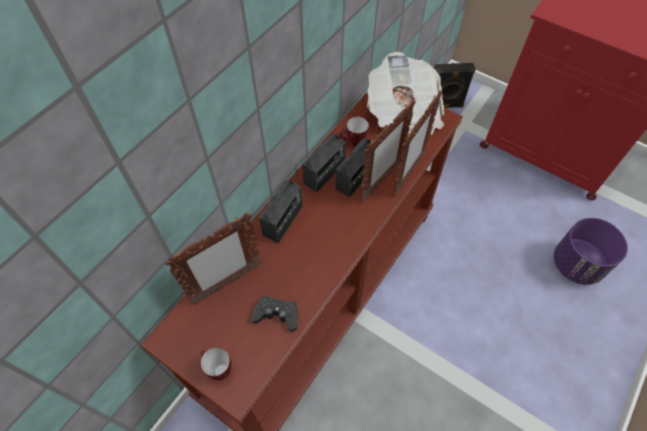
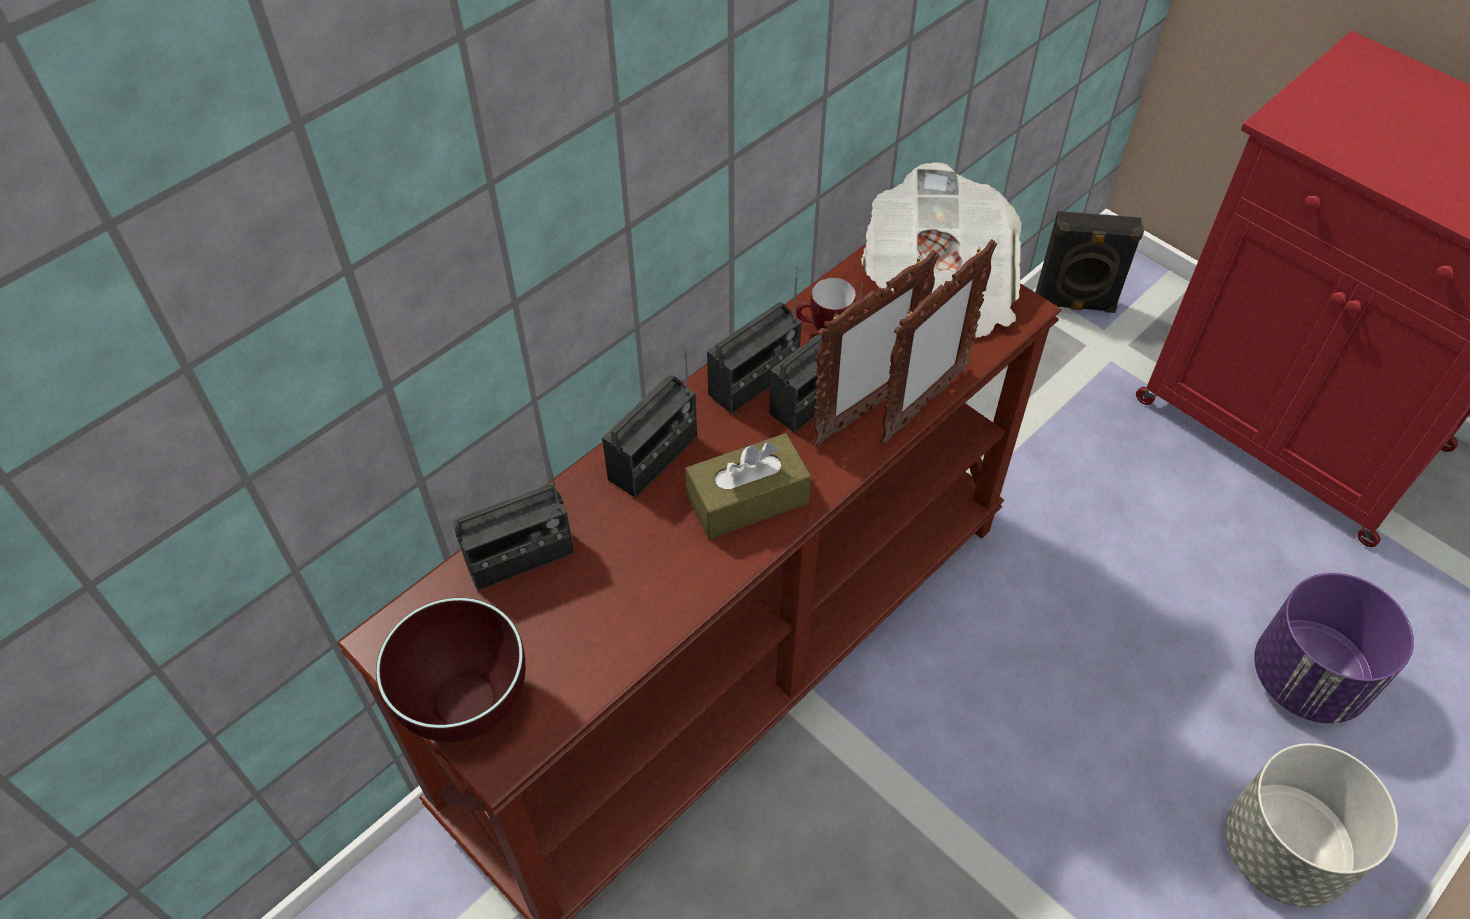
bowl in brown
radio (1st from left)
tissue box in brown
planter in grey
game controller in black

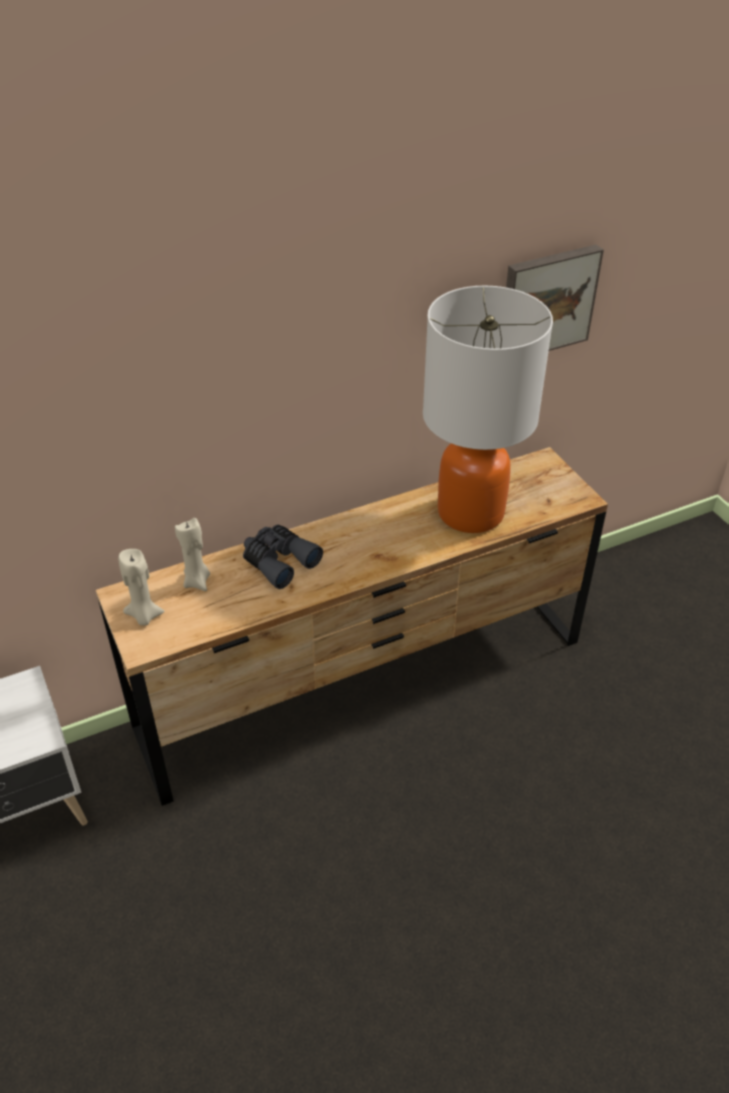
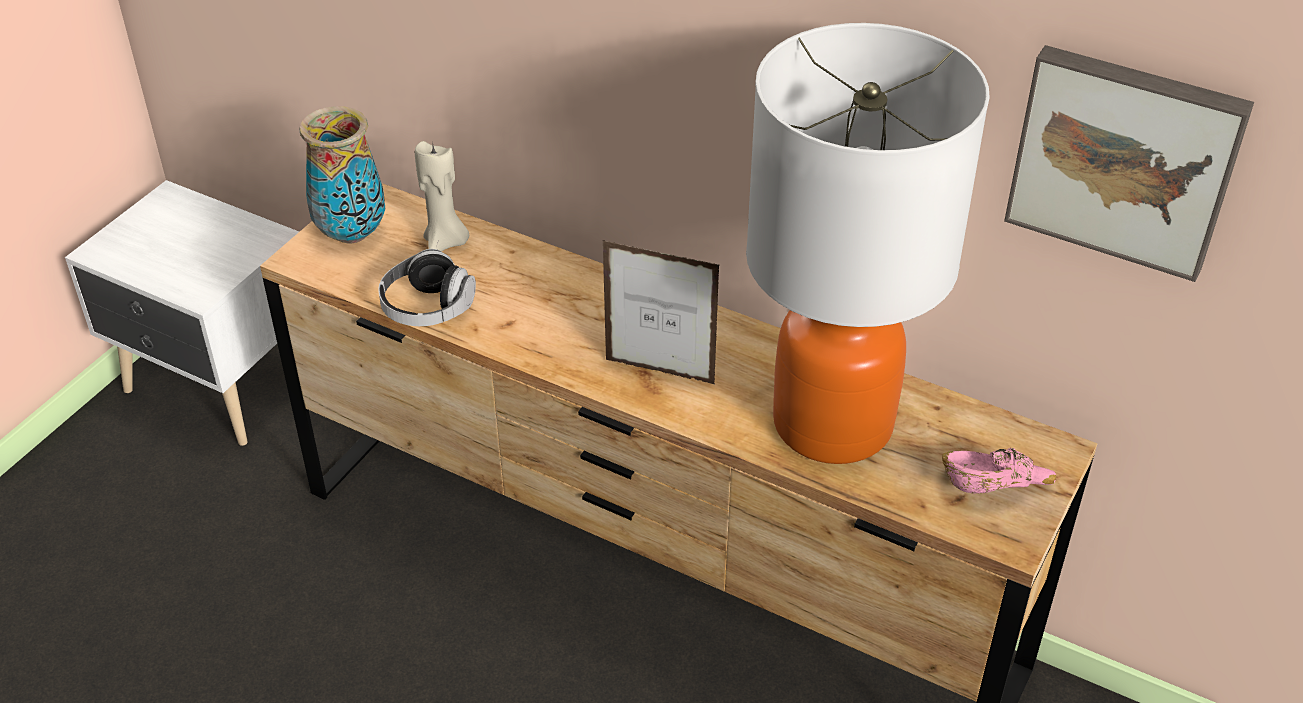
vase
headphones
picture frame
bowl in pink
binoculars in grey

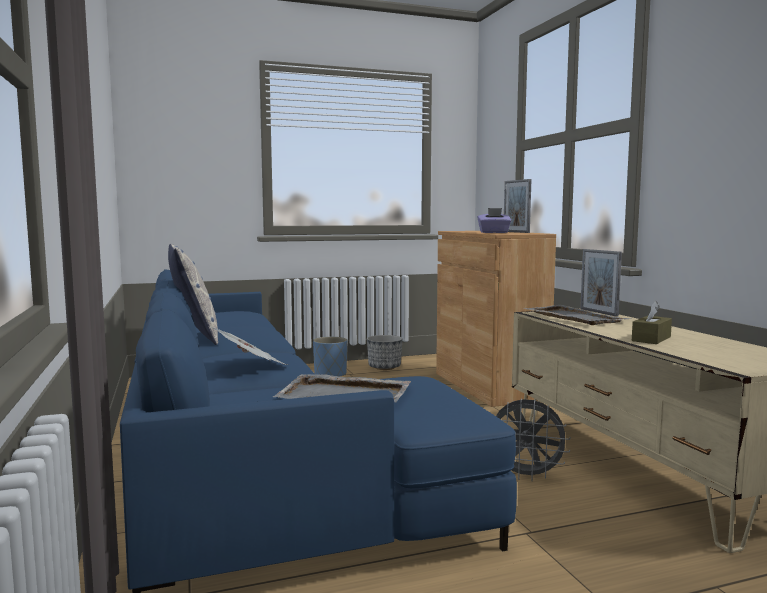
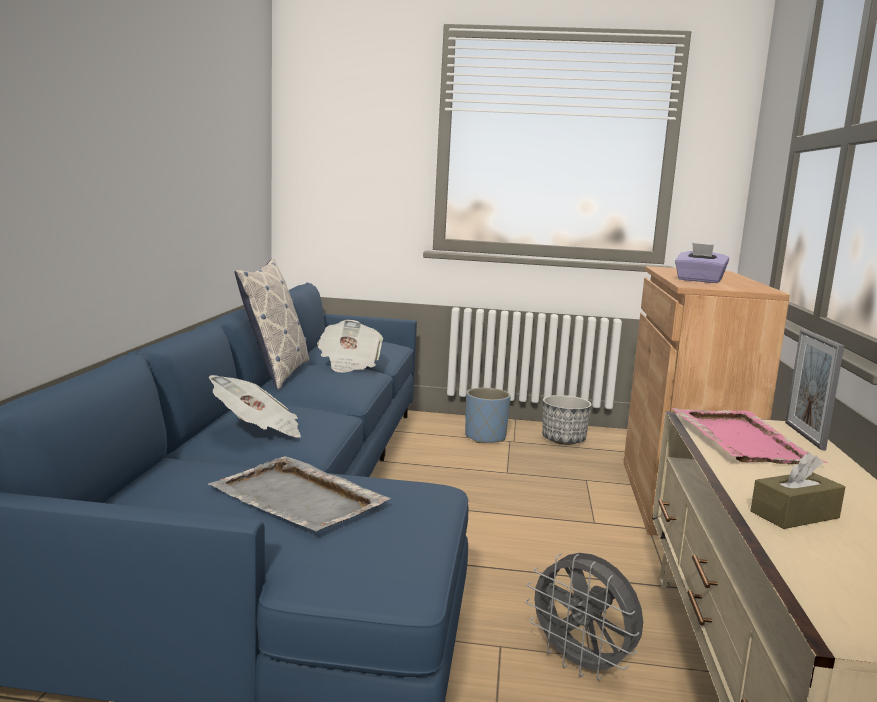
newspaper (2nd from left)
tray in pink
picture frame (1st from left in the first image)

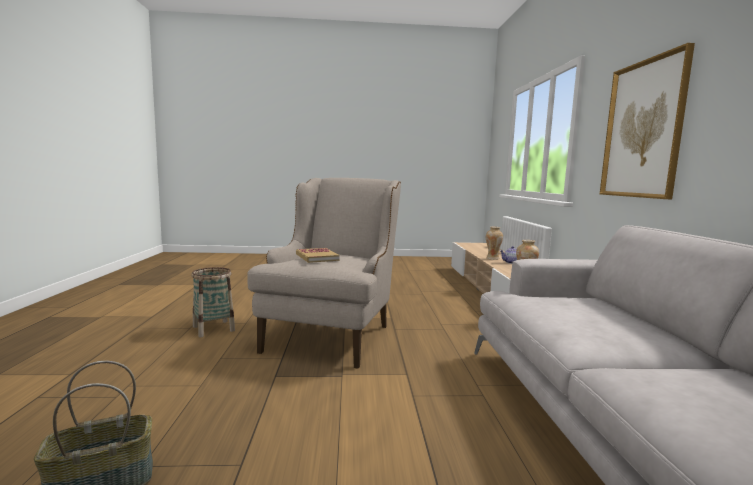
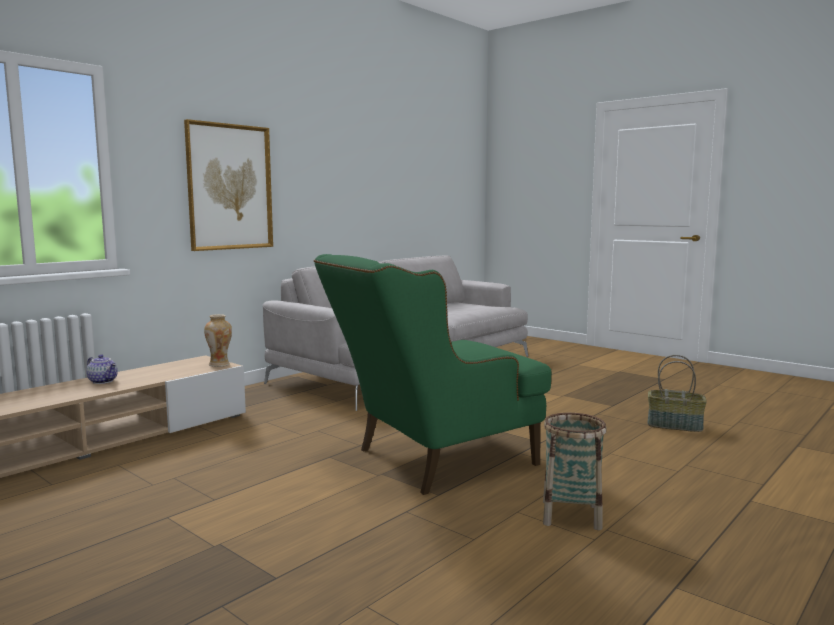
armchair in green
book
vase (1st from left in the first image)

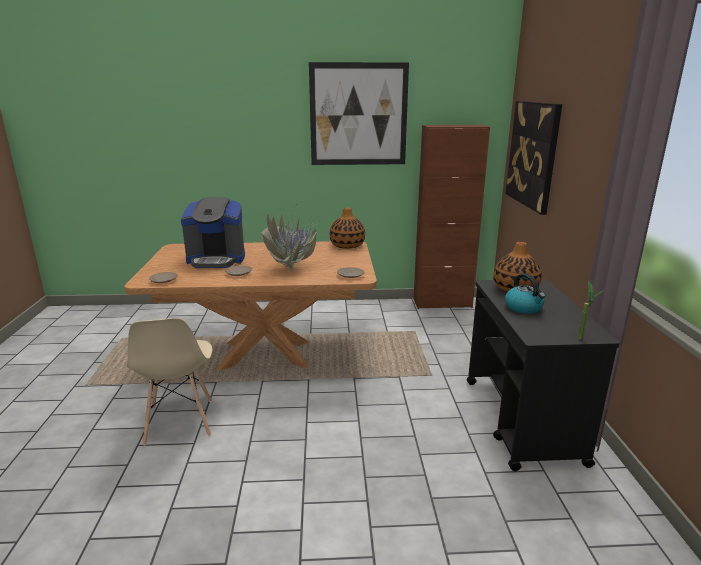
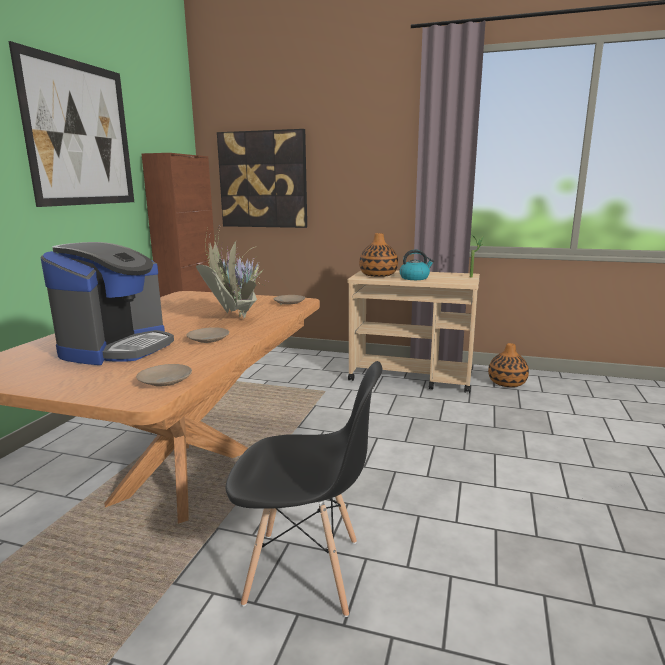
chair in black
cart in beige
vase (2nd from left)

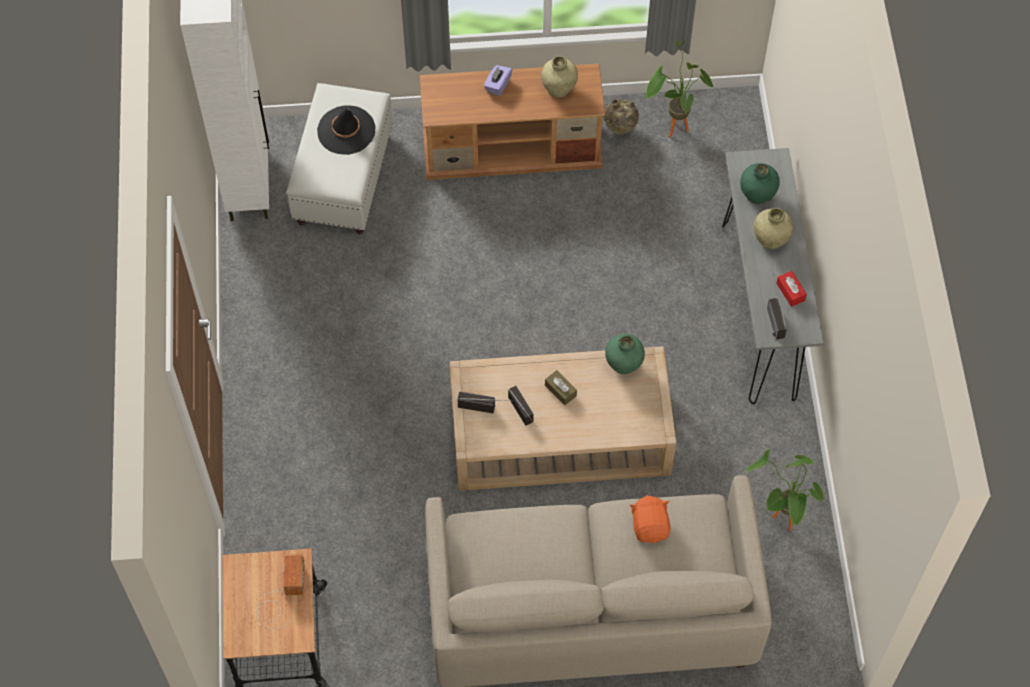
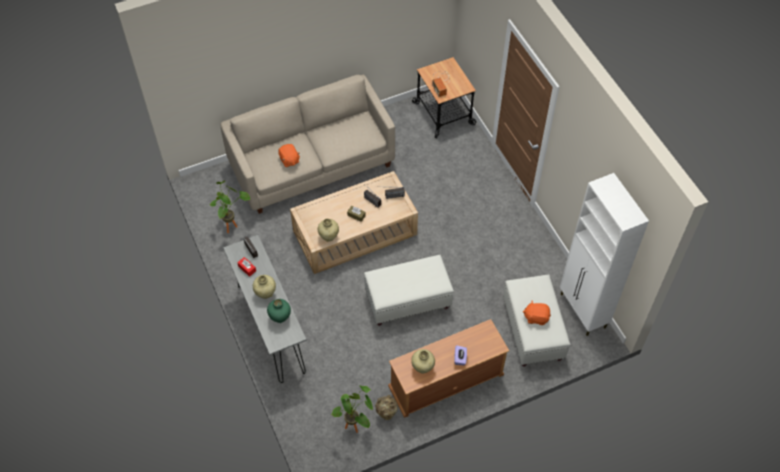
vase in beige (2nd from left)
ottoman in white (1st from left)
plush toy in orange (2nd from left)

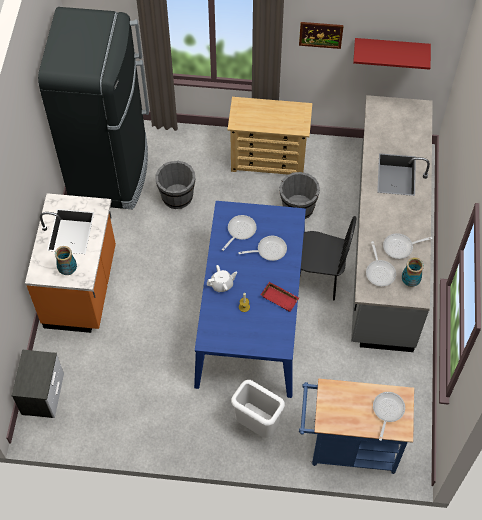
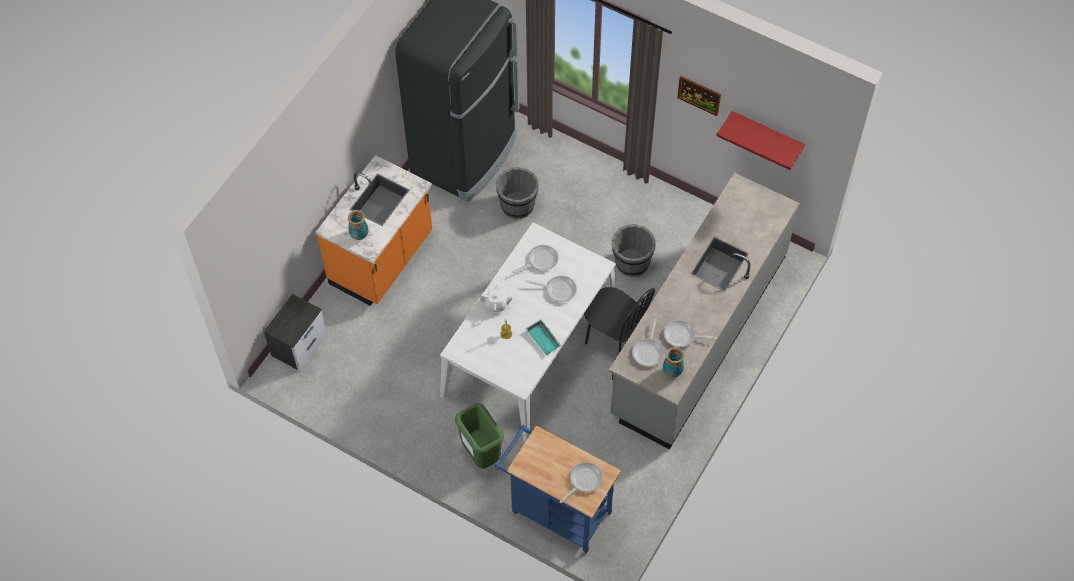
dining table in white
trash can in green
tray in turquoise
dresser in beige

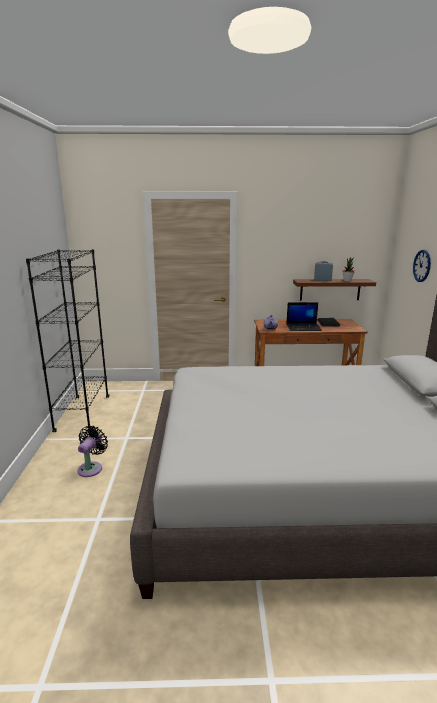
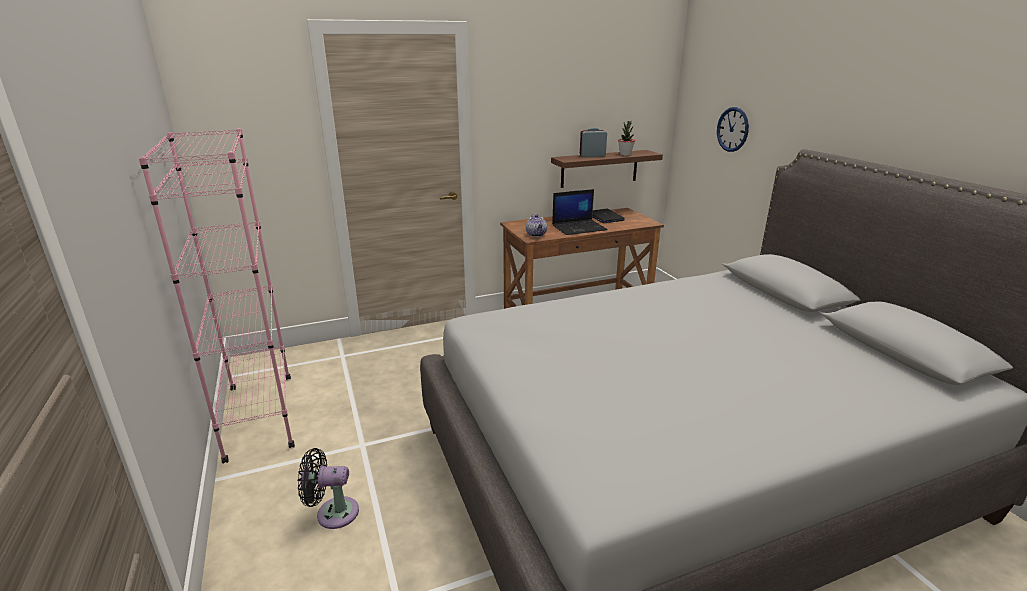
bookcase in pink
fan in black

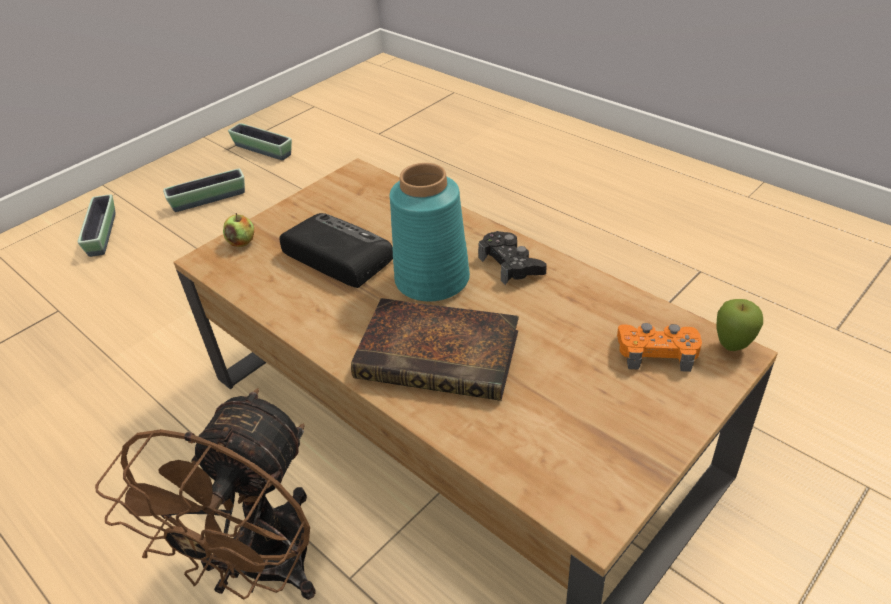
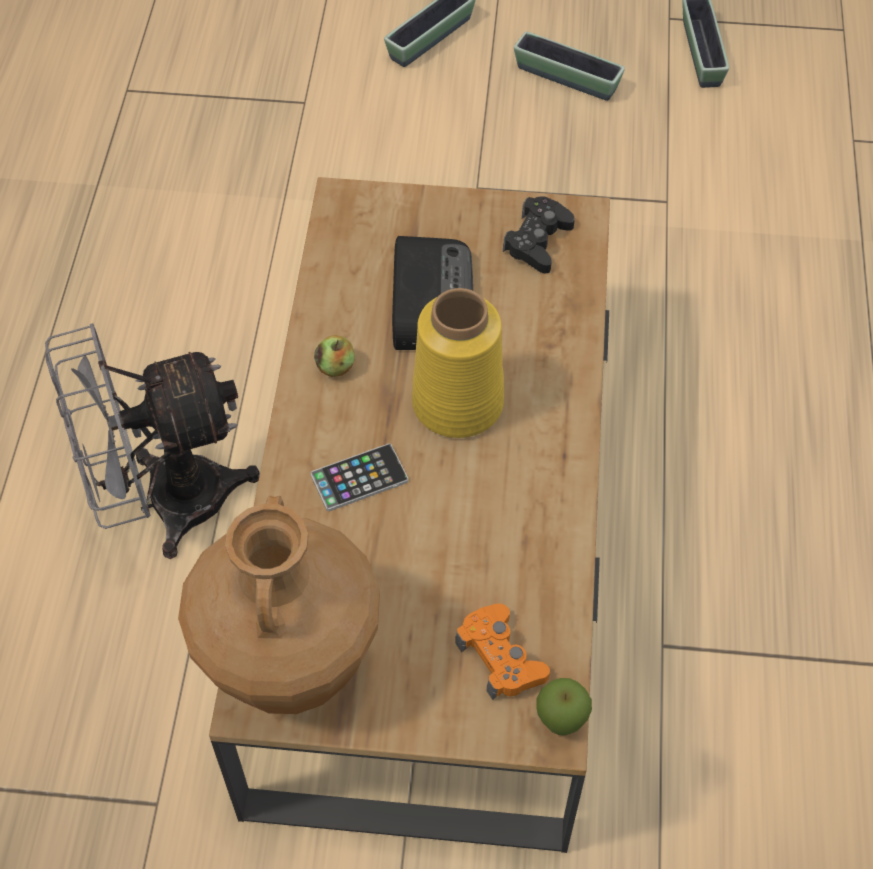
fan in grey
vase in brown
phone
apple (1st from left)
vase in yellow
game controller in black

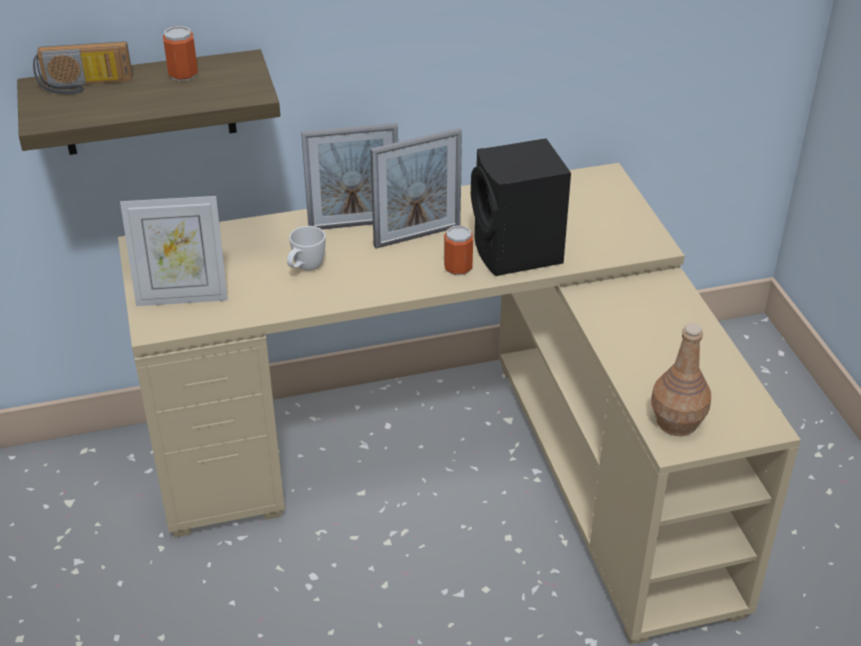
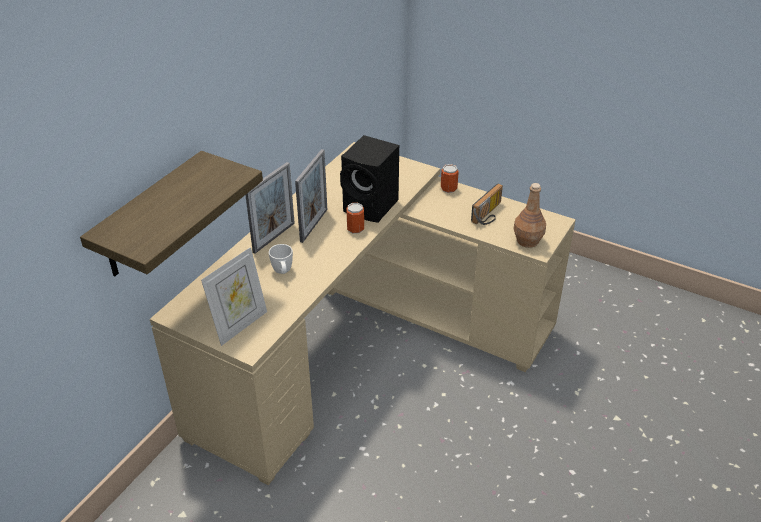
can (2nd from left)
radio

